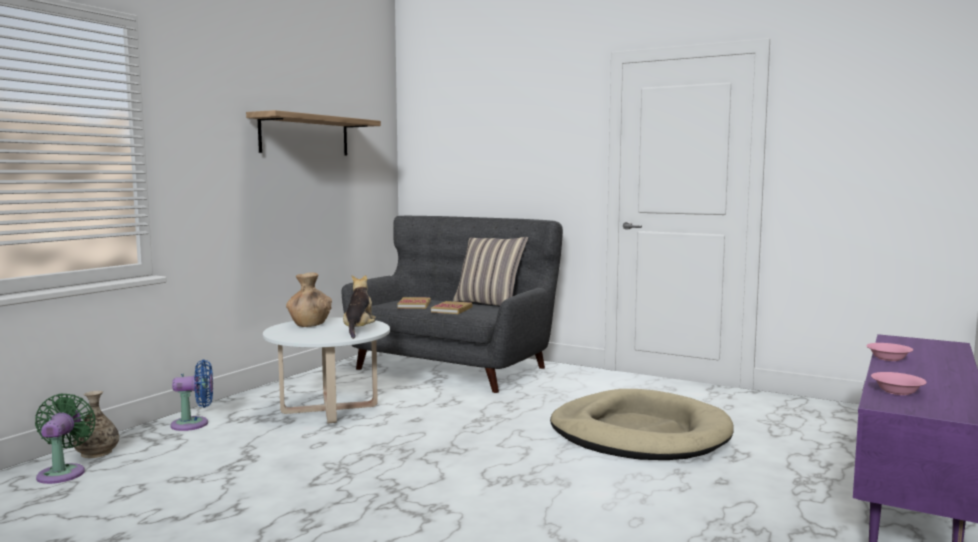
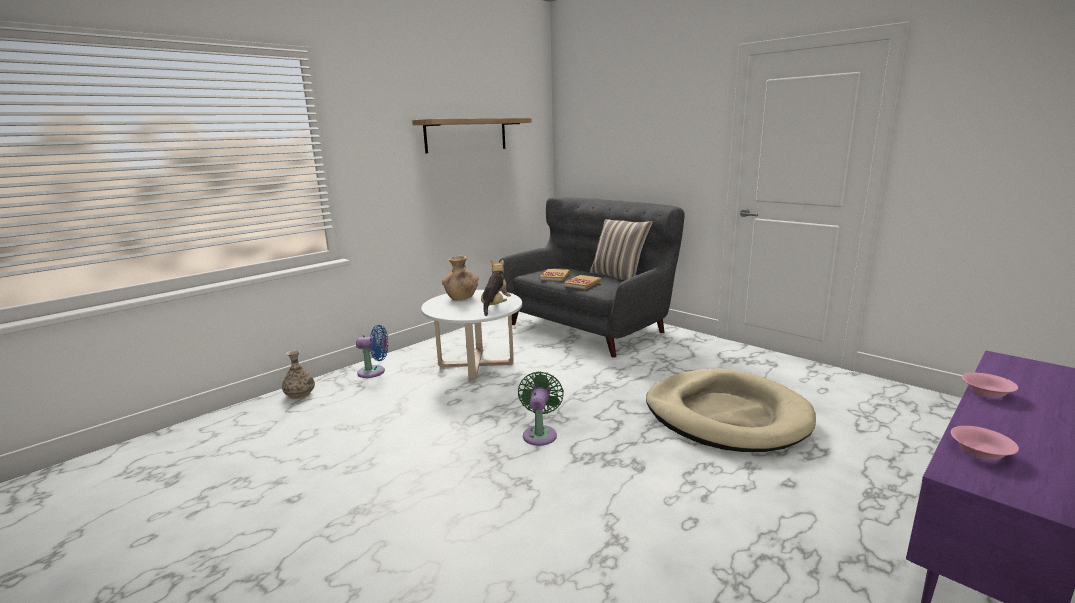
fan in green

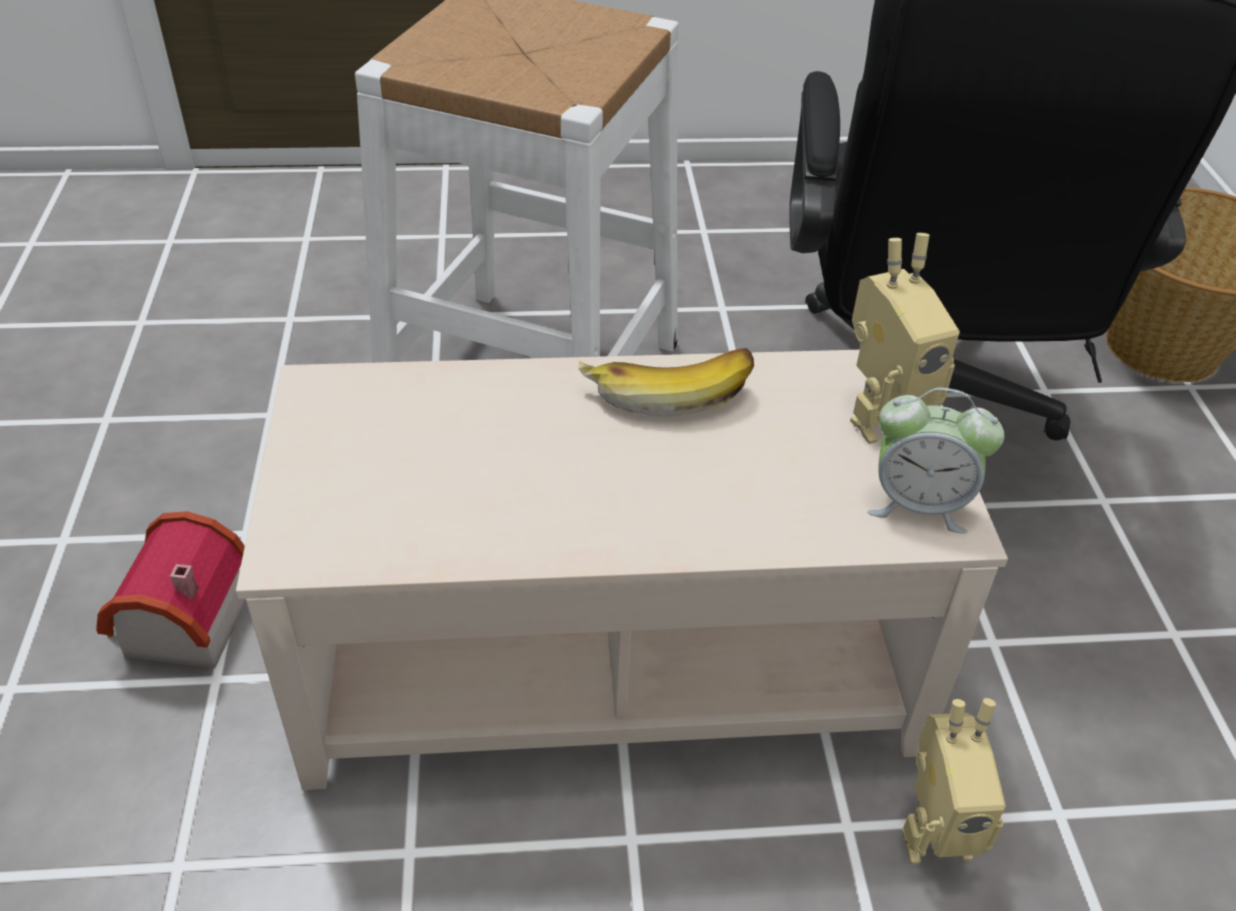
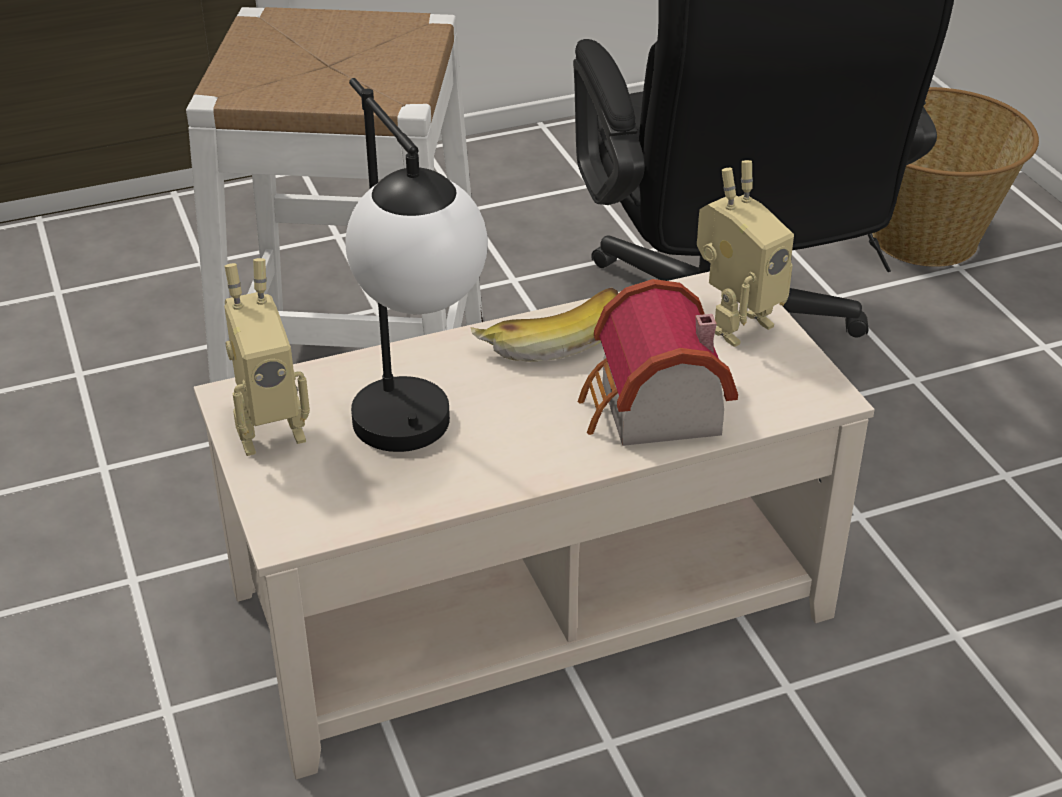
toy robot (1st from left)
table lamp
toy house
alarm clock

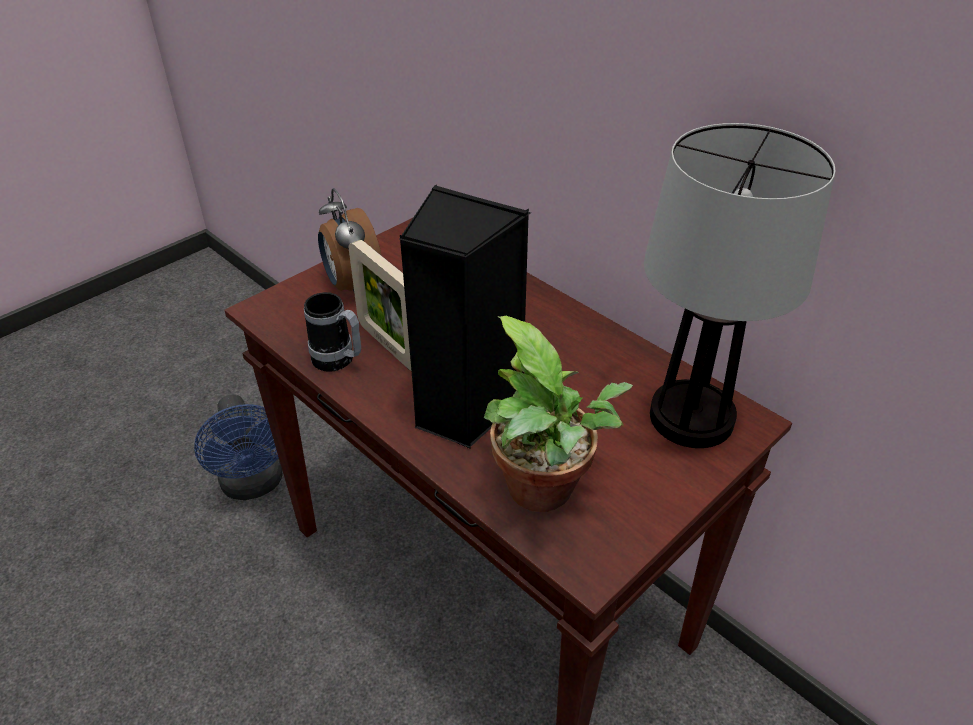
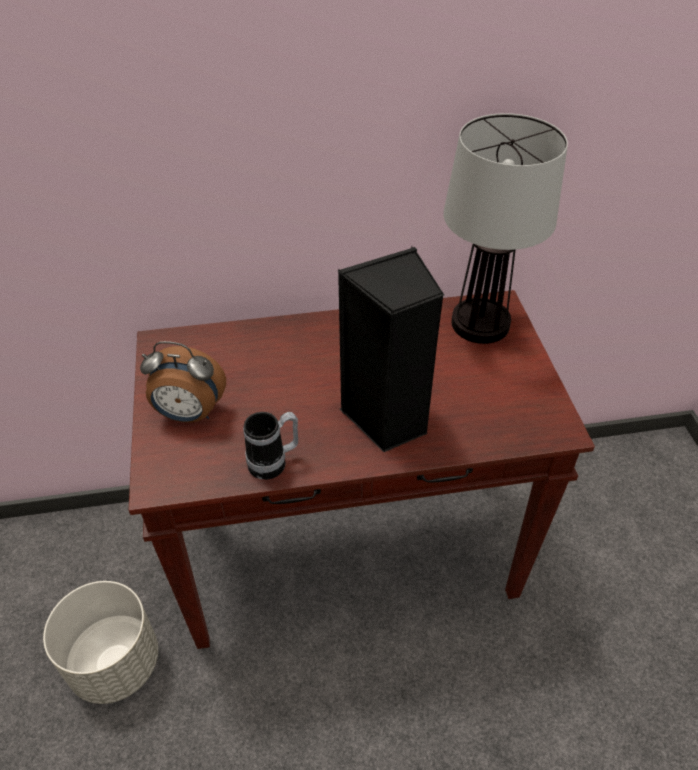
planter in grey
picture frame
potted plant

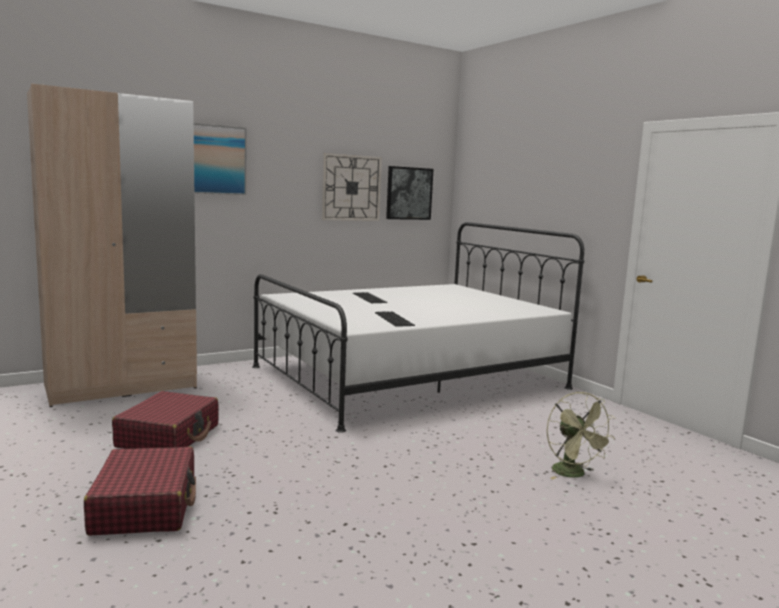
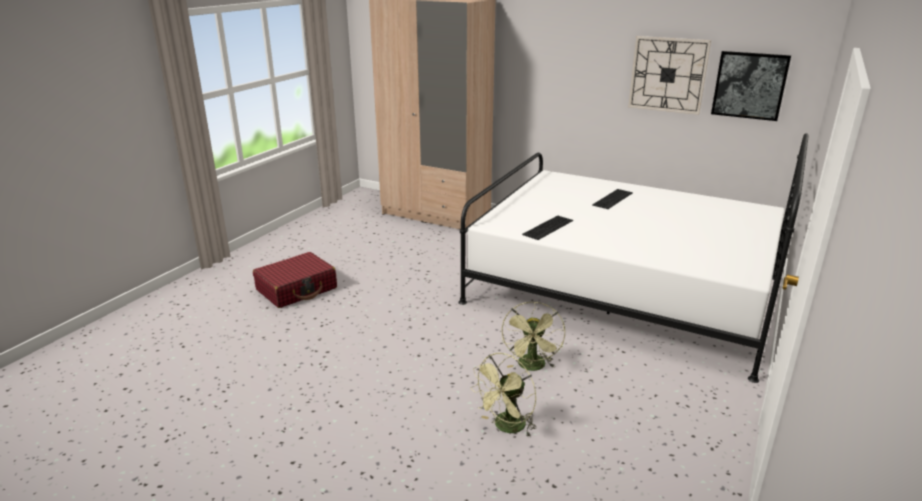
fan in green (2nd from left)
suitcase in red (2nd from left in the first image)
picture (1st from left in the first image)

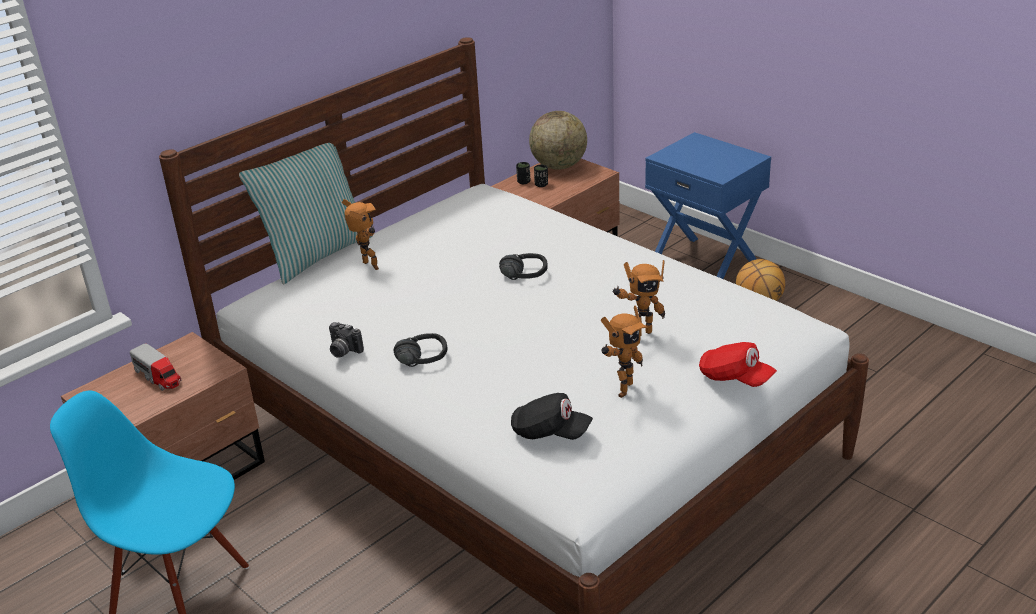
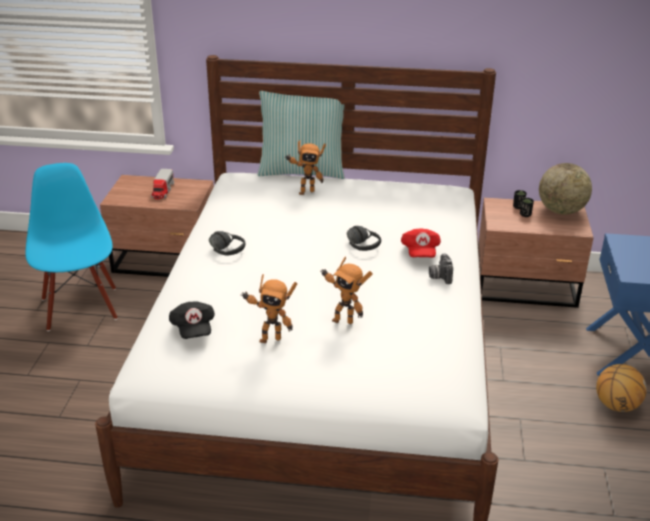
toy robot (2nd from left)
cap in red
photo camera

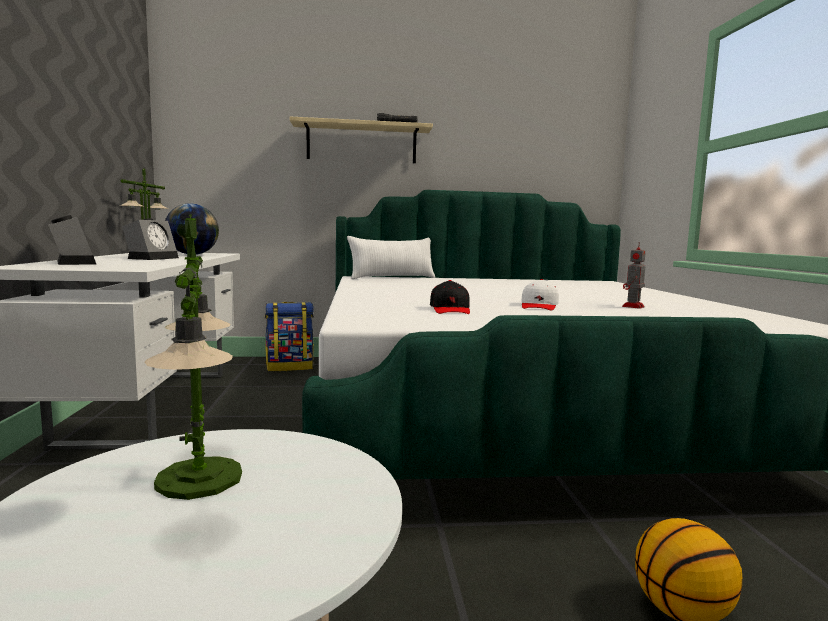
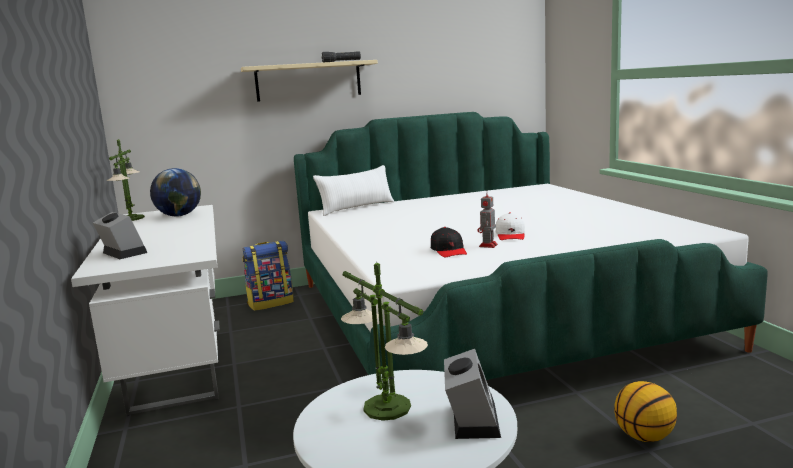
alarm clock (2nd from left)
toy robot

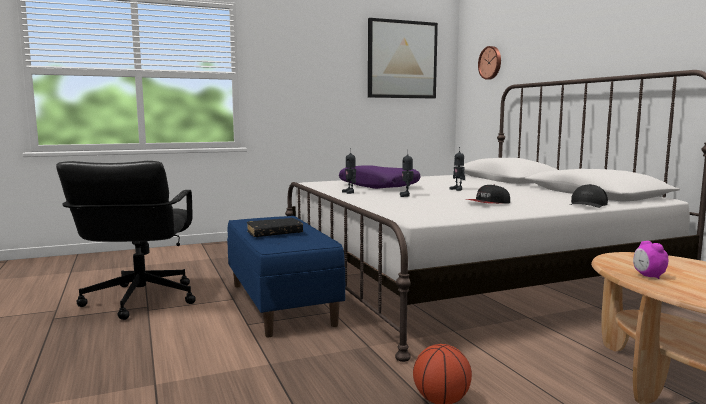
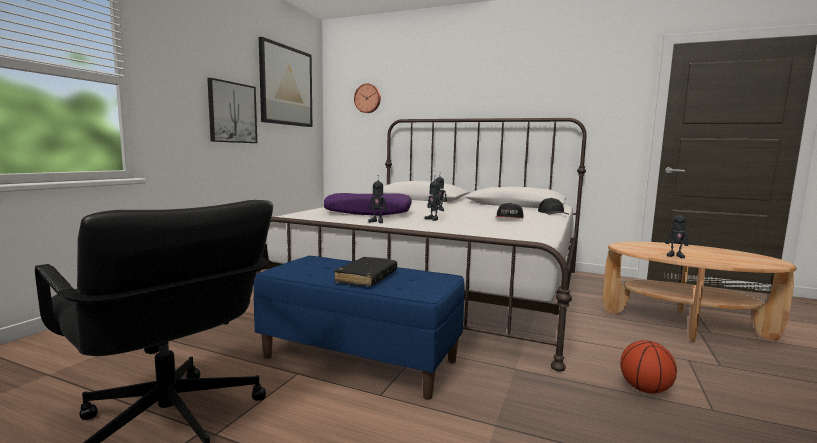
picture (1st from left)
toy robot (4th from left)

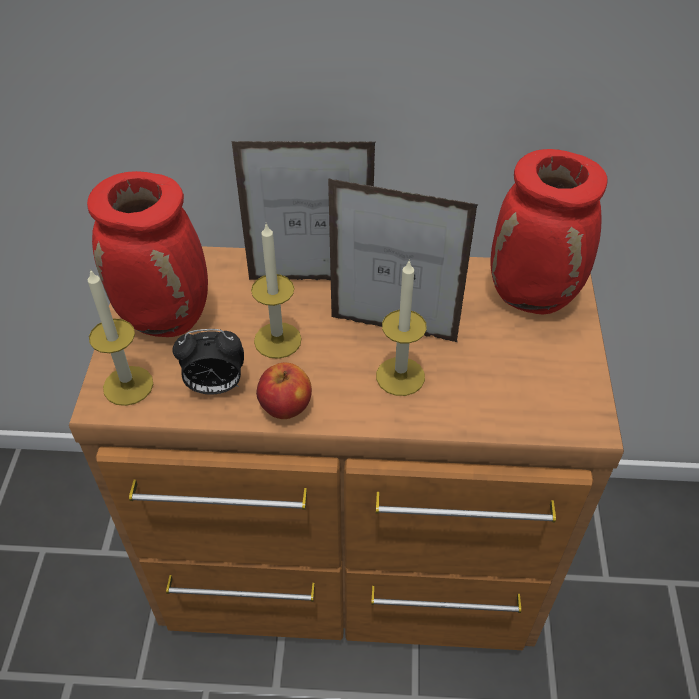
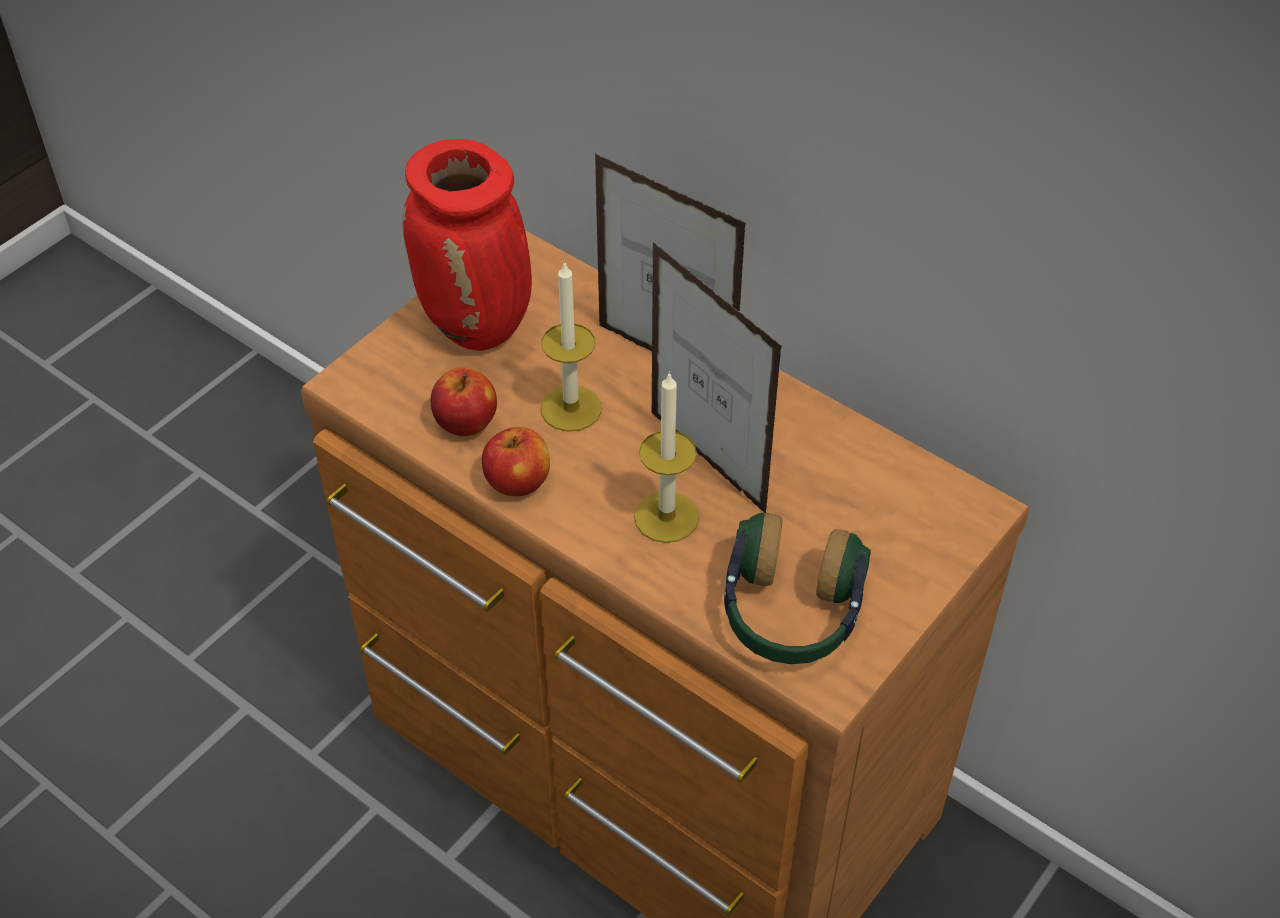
apple (1st from left)
headphones
candle (1st from left in the first image)
vase in red (2nd from left in the first image)

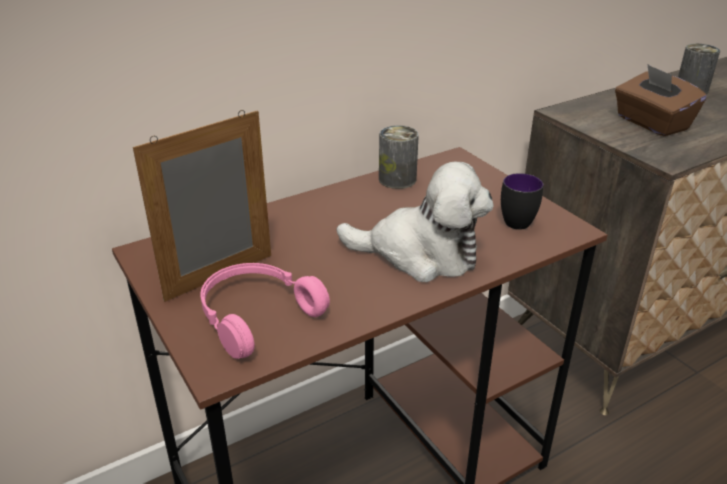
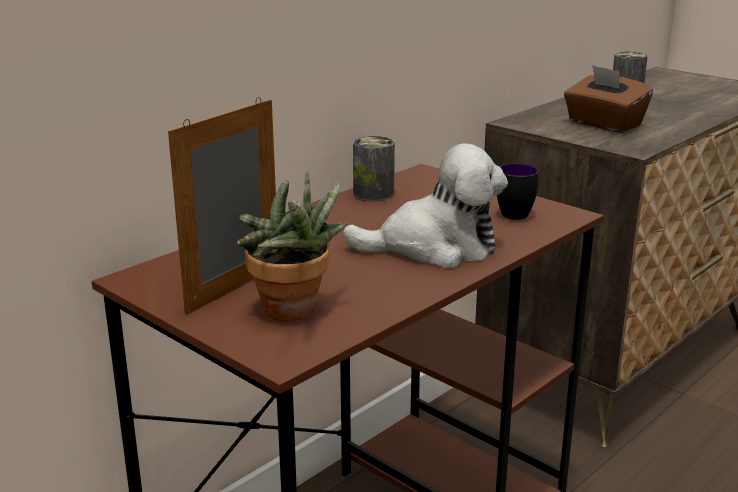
potted plant

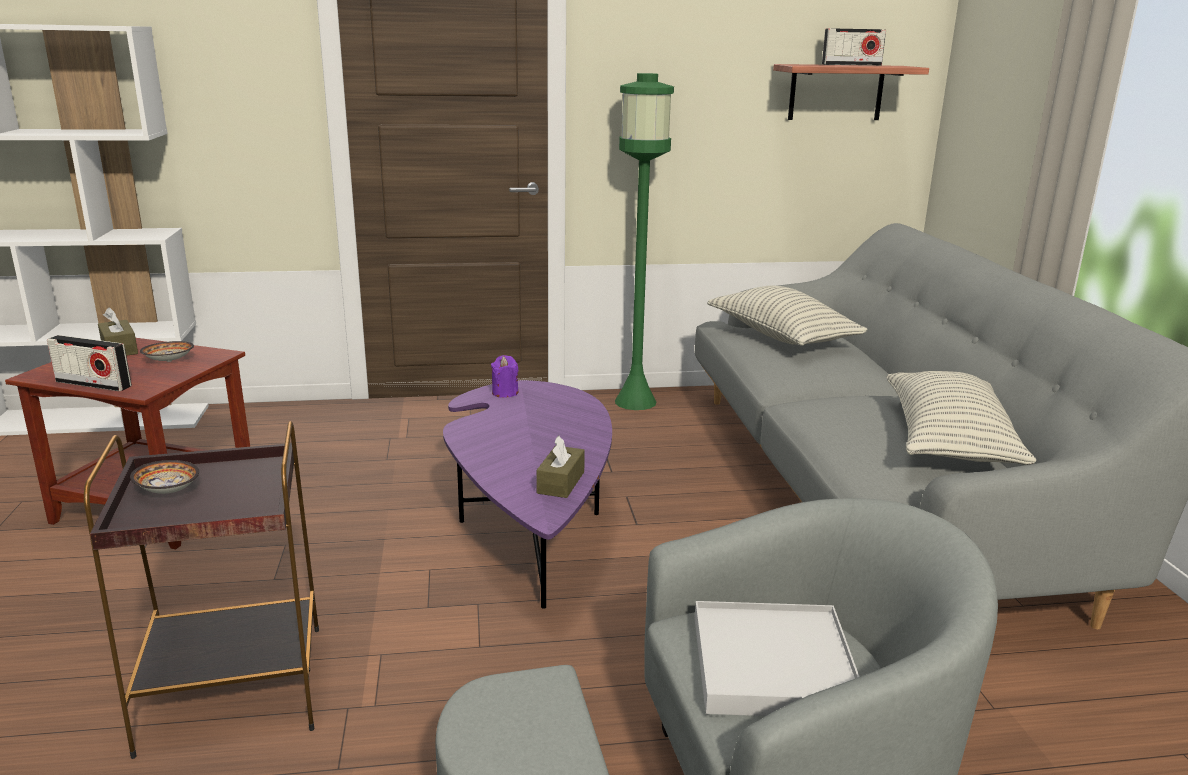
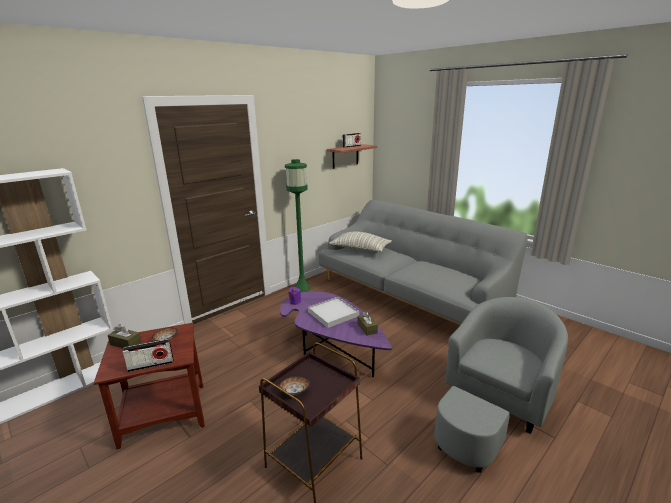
tray in white
pillow (2nd from left in the first image)

